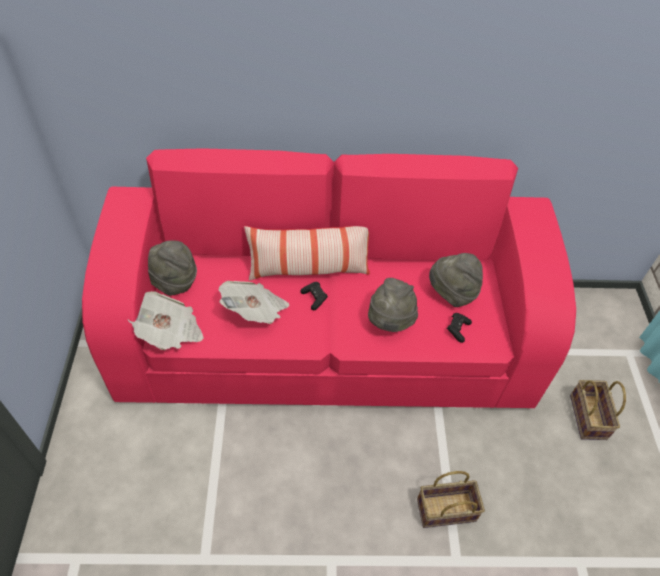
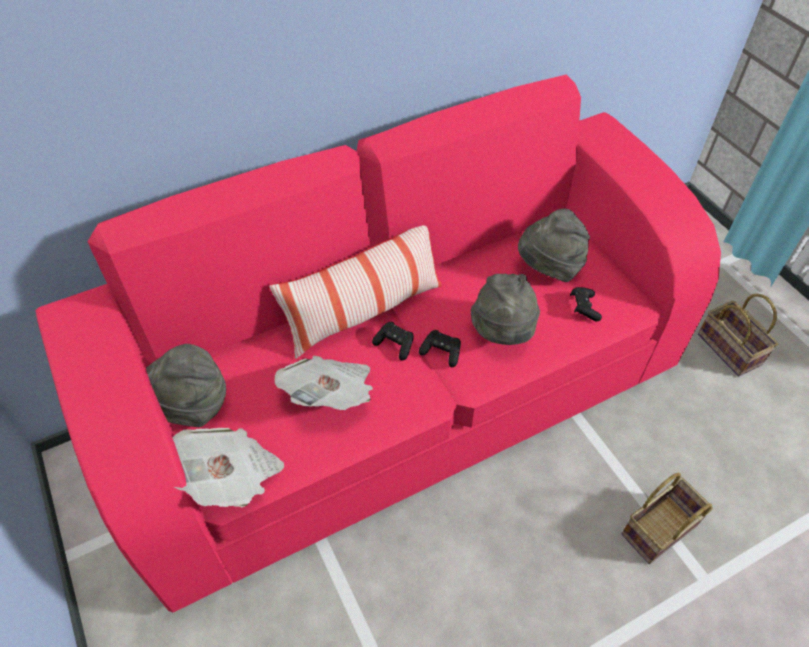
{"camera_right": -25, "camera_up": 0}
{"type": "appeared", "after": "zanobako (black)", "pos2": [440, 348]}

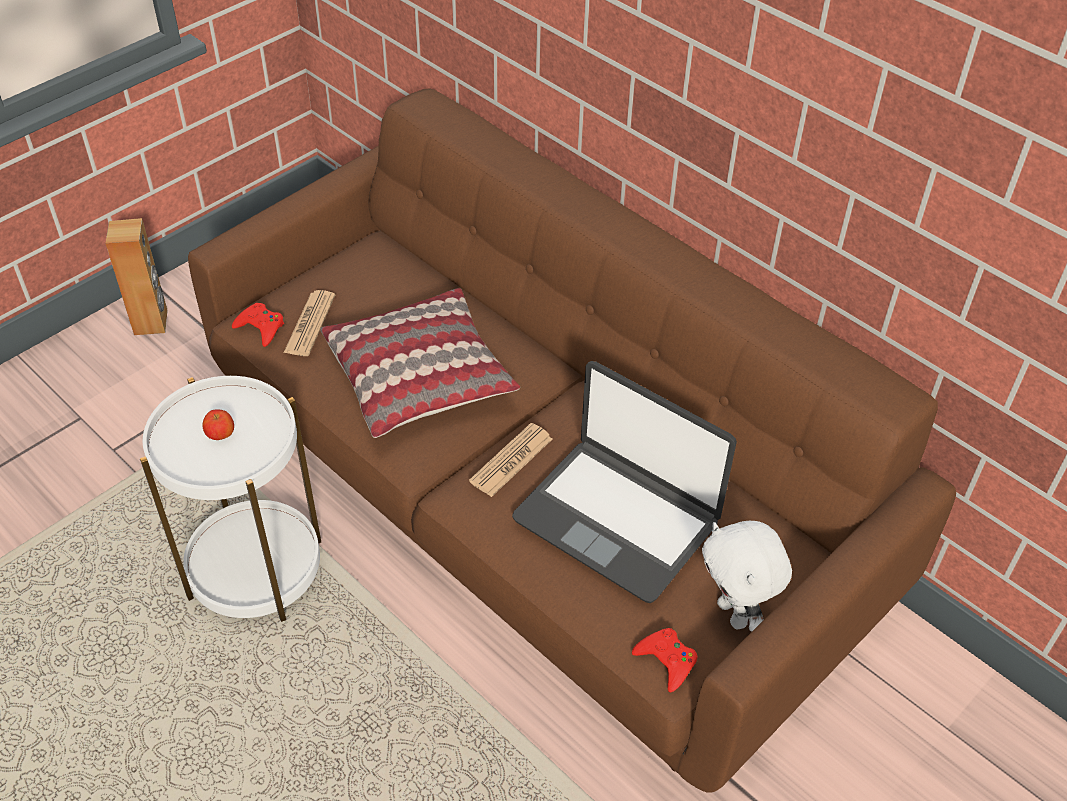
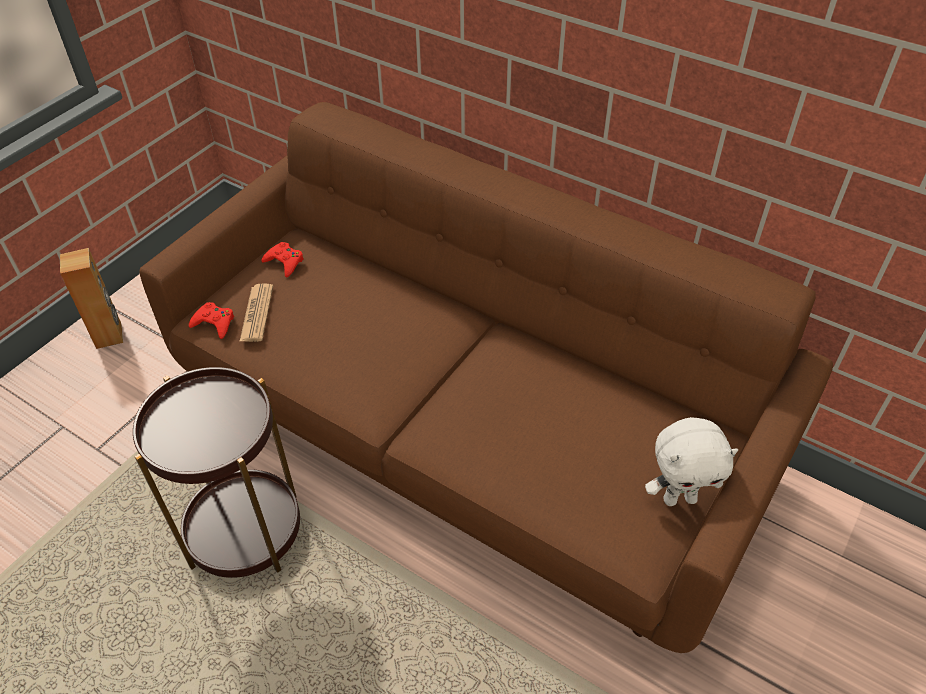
{"camera_right": -10, "camera_up": 0}
{"type": "missing", "before": "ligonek", "pos1": [420, 363]}
{"type": "missing", "before": "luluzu", "pos1": [624, 482]}
{"type": "colour", "before": "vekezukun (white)", "after": "vekezukun (brown)", "pos1": [230, 499], "pos2": [216, 472]}
{"type": "missing", "before": "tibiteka", "pos1": [218, 424]}
{"type": "missing", "before": "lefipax", "pos1": [510, 460]}
{"type": "spun", "before": "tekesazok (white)", "pos1": [747, 576], "pos2": [691, 461], "turn": -60}
{"type": "relocated", "before": "zanobako (red)", "pos1": [665, 660], "pos2": [282, 259]}

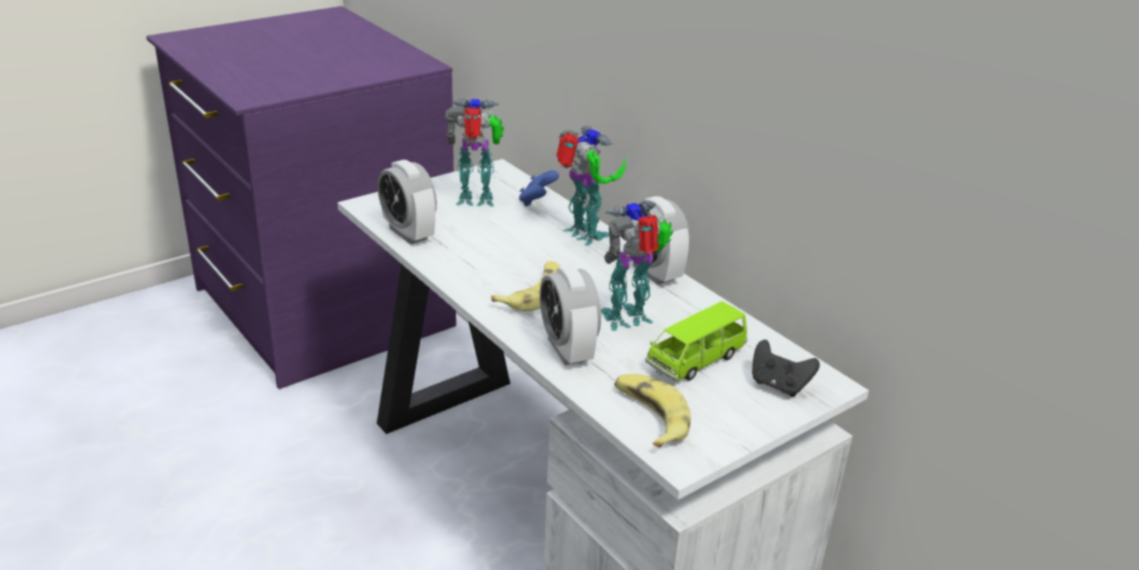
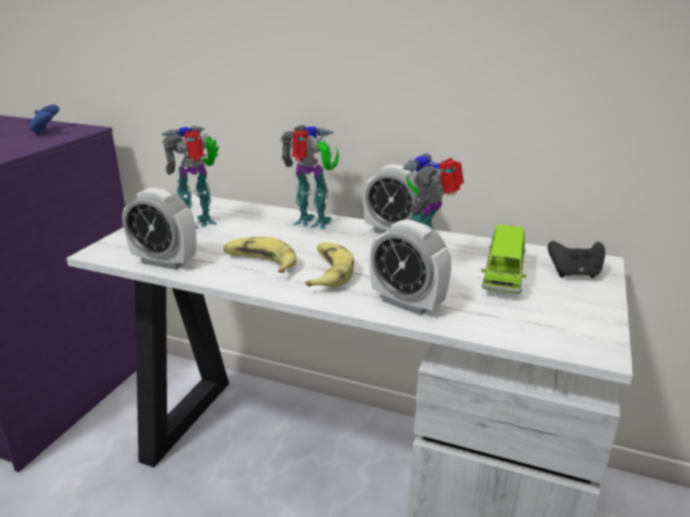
{"camera_right": -30, "camera_up": -5}
{"type": "relocated", "before": "zanobako (blue)", "pos1": [539, 188], "pos2": [43, 120]}
{"type": "relocated", "before": "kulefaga", "pos1": [652, 411], "pos2": [260, 255]}

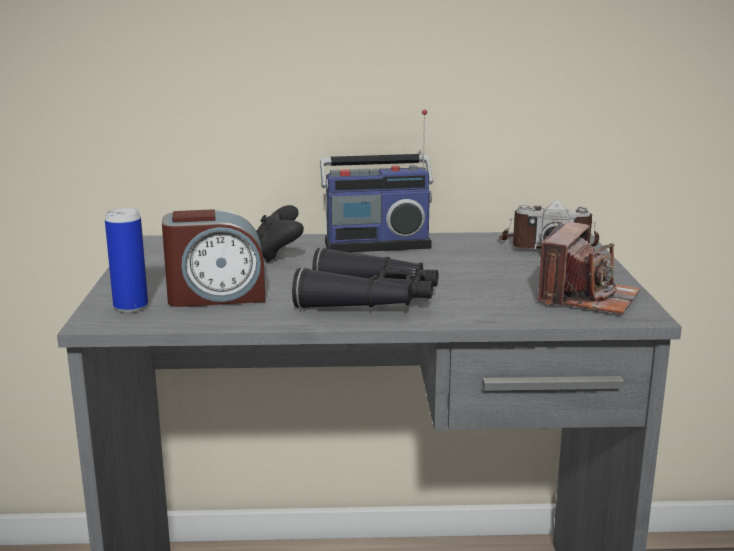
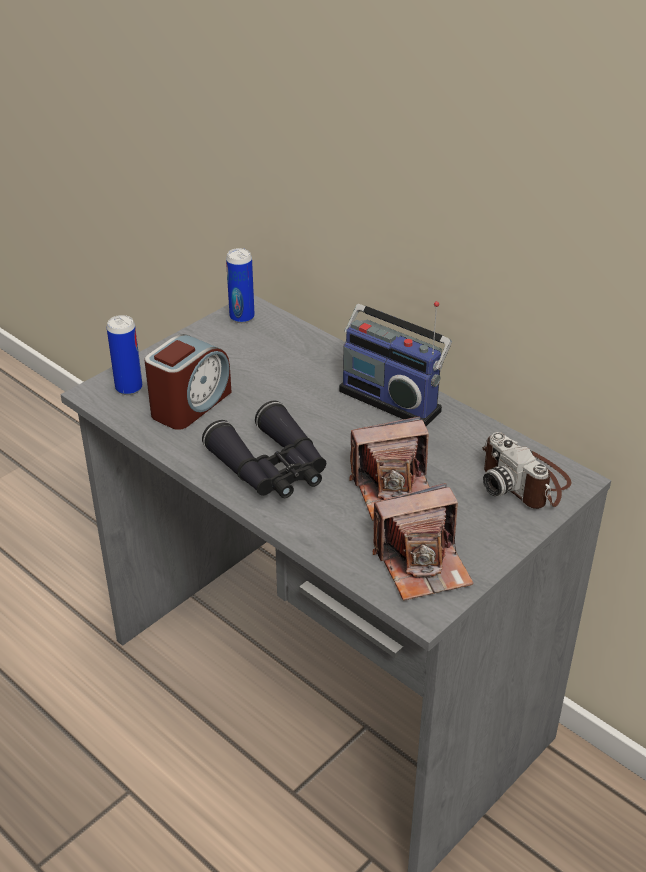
{"camera_right": 45, "camera_up": 20}
{"type": "missing", "before": "zanobako (black)", "pos1": [280, 234]}
{"type": "spun", "before": "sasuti", "pos1": [214, 258], "pos2": [188, 382], "turn": -90}
{"type": "appeared", "after": "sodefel", "pos2": [240, 285]}
{"type": "appeared", "after": "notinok", "pos2": [389, 469]}

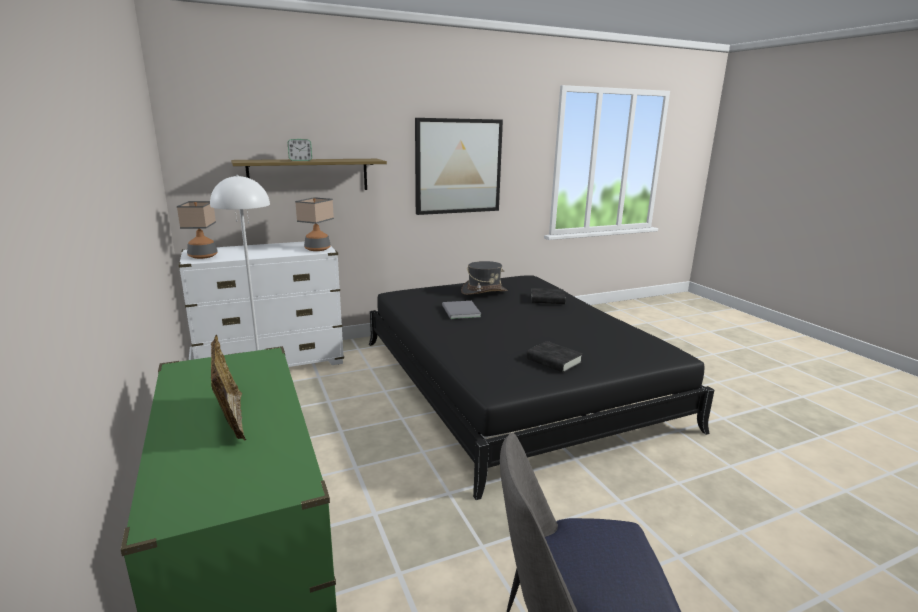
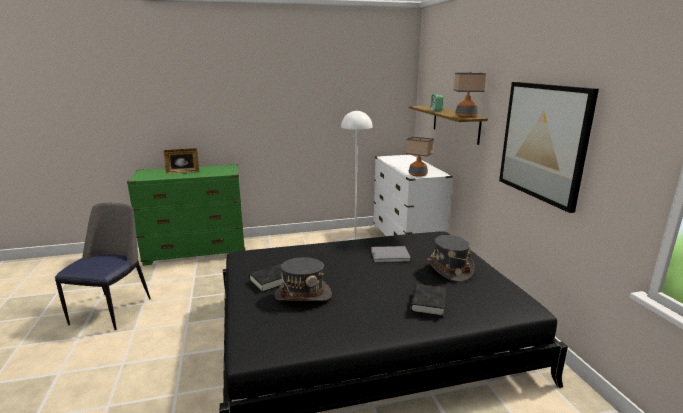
{"camera_right": 100, "camera_up": 0}
{"type": "relocated", "before": "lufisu", "pos1": [197, 230], "pos2": [470, 95]}
{"type": "appeared", "after": "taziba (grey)", "pos2": [303, 279]}

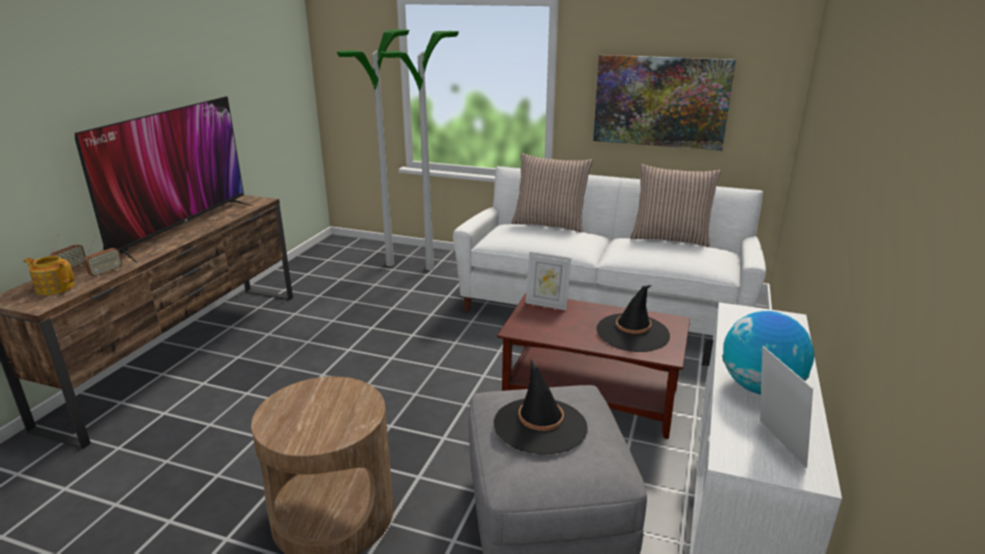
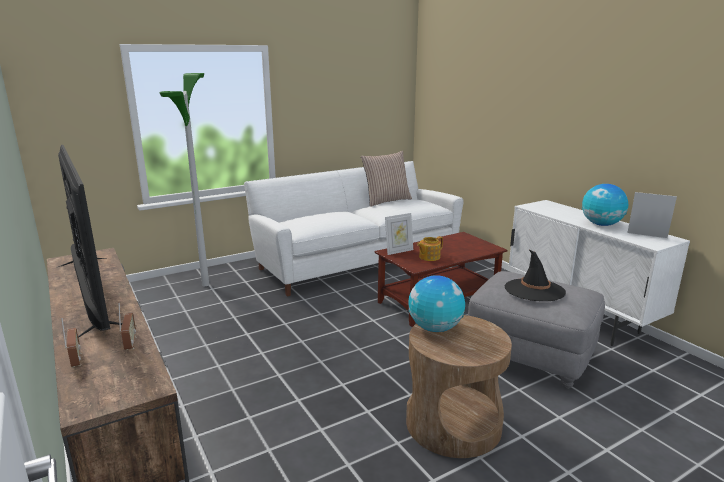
{"camera_right": -50, "camera_up": -5}
{"type": "missing", "before": "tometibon", "pos1": [373, 148]}
{"type": "missing", "before": "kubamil", "pos1": [664, 103]}
{"type": "missing", "before": "ligonek", "pos1": [552, 193]}
{"type": "relocated", "before": "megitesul", "pos1": [49, 275], "pos2": [430, 248]}
{"type": "missing", "before": "taziba (black)", "pos1": [633, 318]}
{"type": "appeared", "after": "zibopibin", "pos2": [437, 303]}

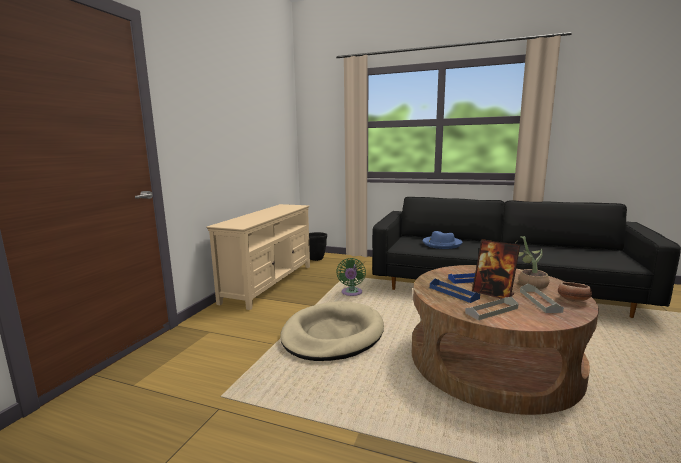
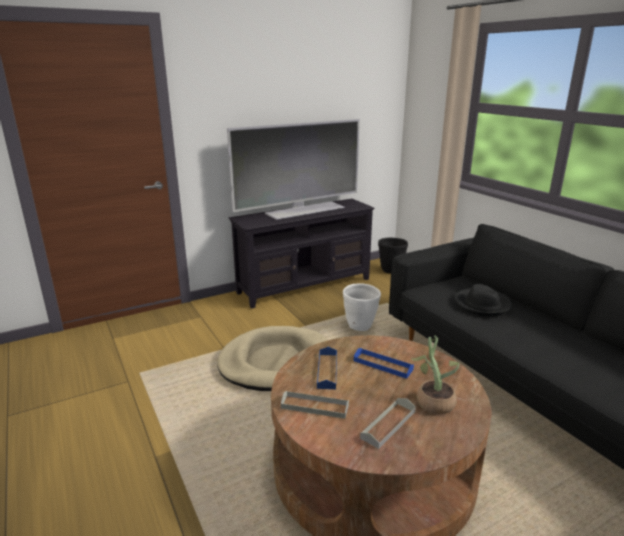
{"camera_right": 40, "camera_up": 10}
{"type": "colour", "before": "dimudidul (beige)", "after": "dimudidul (black)", "pos1": [258, 257], "pos2": [302, 254]}
{"type": "colour", "before": "taziba (blue)", "after": "taziba (black)", "pos1": [443, 240], "pos2": [483, 300]}
{"type": "missing", "before": "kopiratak", "pos1": [496, 269]}
{"type": "exchanged", "before": "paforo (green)", "after": "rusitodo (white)", "pos1": [351, 277], "pos2": [362, 307]}
{"type": "missing", "before": "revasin", "pos1": [575, 292]}
{"type": "appeared", "after": "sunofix", "pos2": [293, 169]}

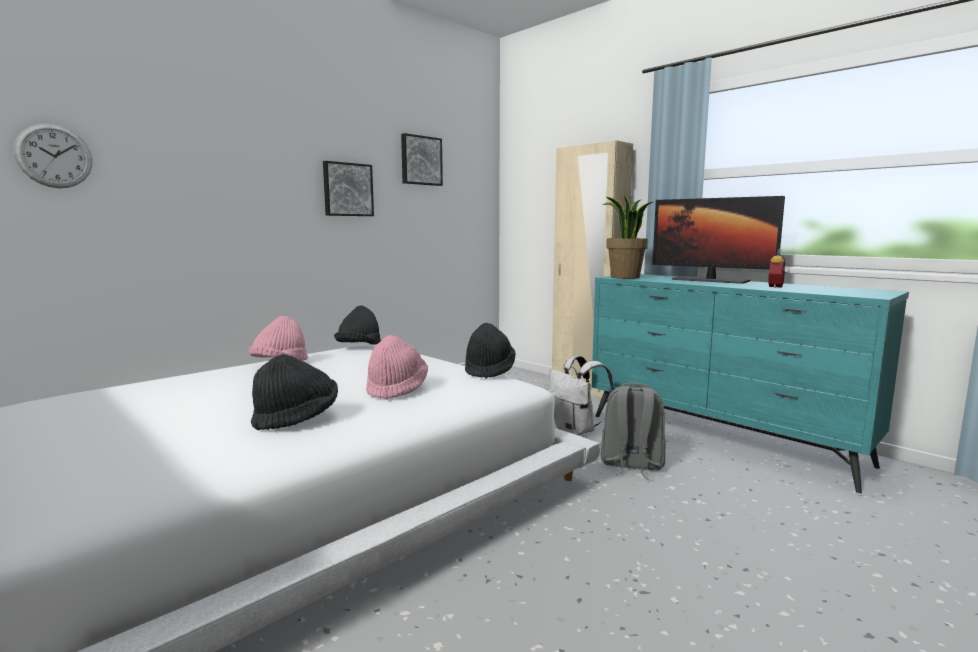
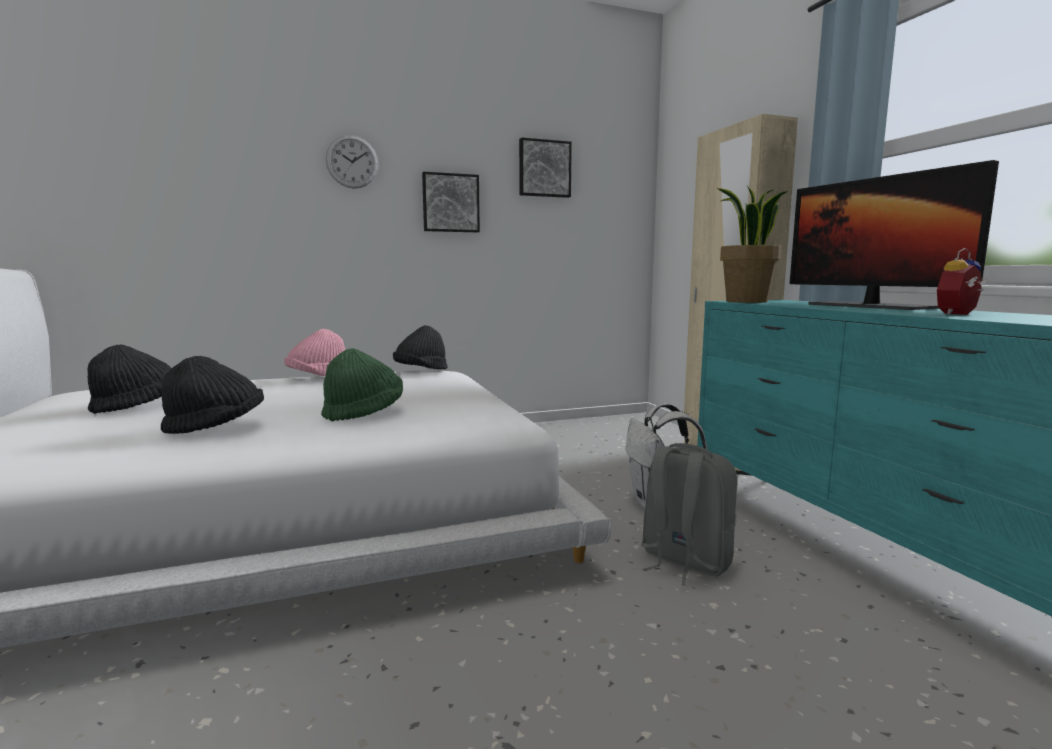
{"camera_right": 25, "camera_up": 0}
{"type": "relocated", "before": "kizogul", "pos1": [53, 156], "pos2": [352, 162]}
{"type": "relocated", "before": "taziba (black)", "pos1": [490, 351], "pos2": [129, 379]}
{"type": "colour", "before": "taziba (pink)", "after": "taziba (green)", "pos1": [397, 367], "pos2": [362, 384]}

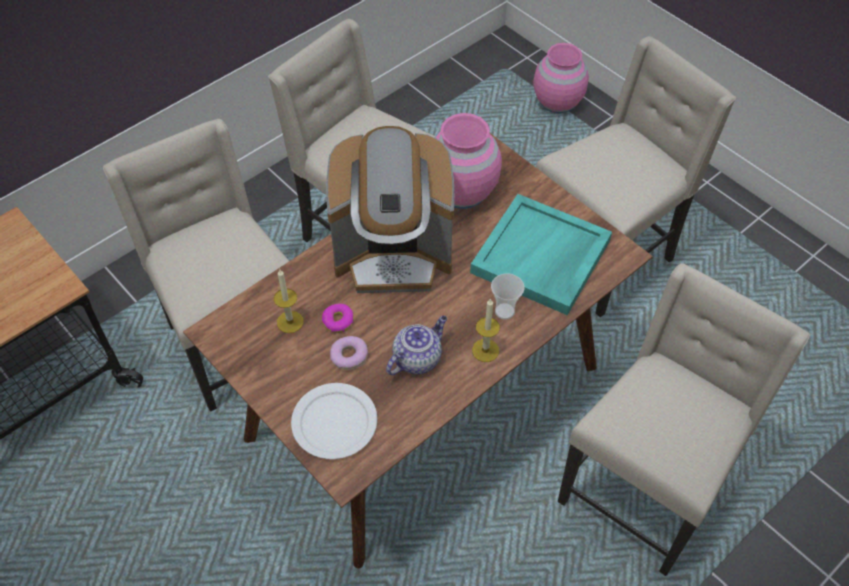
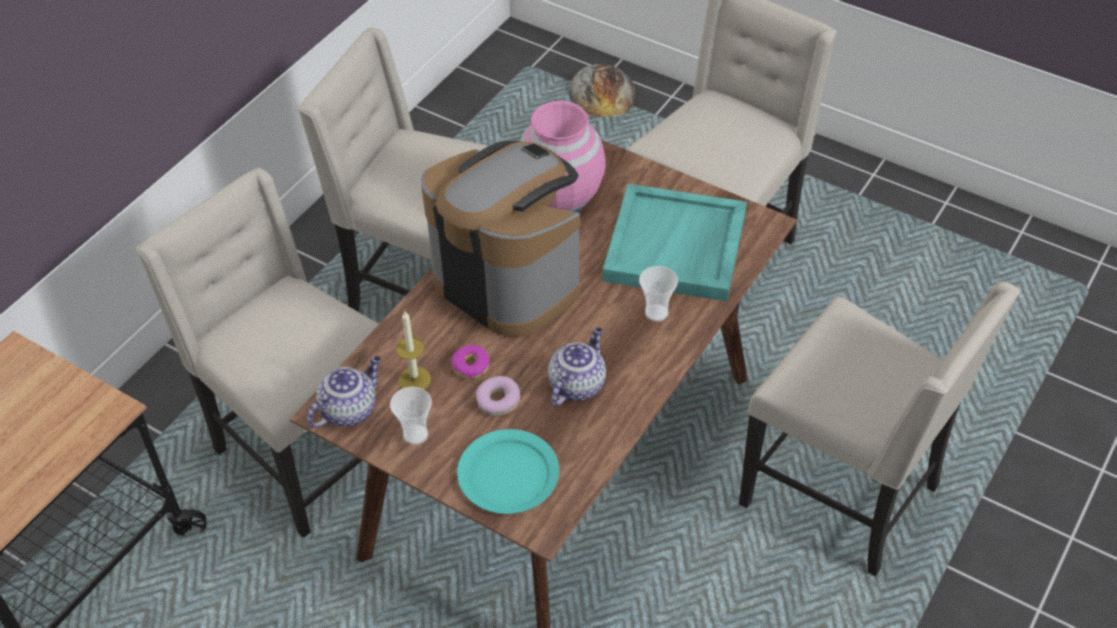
{"camera_right": -15, "camera_up": -5}
{"type": "exchanged", "before": "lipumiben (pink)", "after": "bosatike", "pos1": [561, 78], "pos2": [602, 90]}
{"type": "spun", "before": "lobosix", "pos1": [390, 209], "pos2": [501, 239], "turn": -120}
{"type": "spun", "before": "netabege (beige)", "pos1": [684, 419], "pos2": [879, 428], "turn": 105}
{"type": "missing", "before": "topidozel", "pos1": [486, 330]}
{"type": "colour", "before": "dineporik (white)", "after": "dineporik (turquoise)", "pos1": [334, 421], "pos2": [508, 471]}
{"type": "appeared", "after": "megitesul", "pos2": [344, 392]}
{"type": "appeared", "after": "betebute", "pos2": [411, 416]}

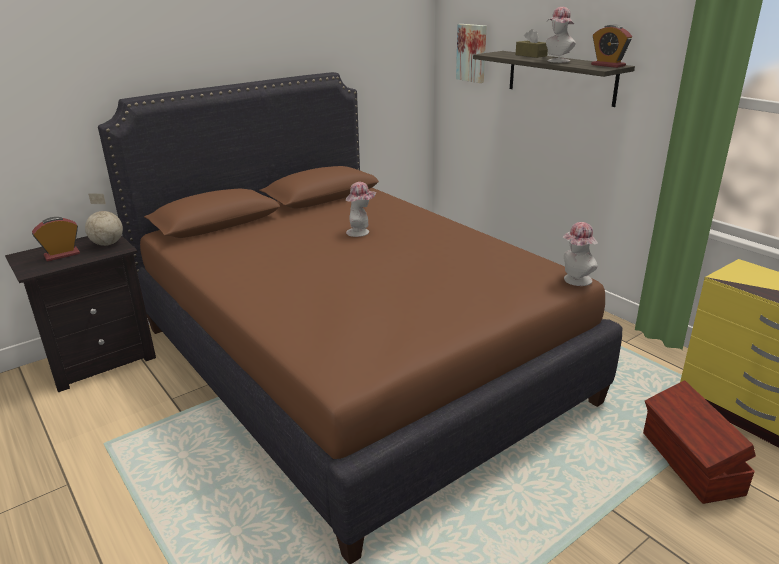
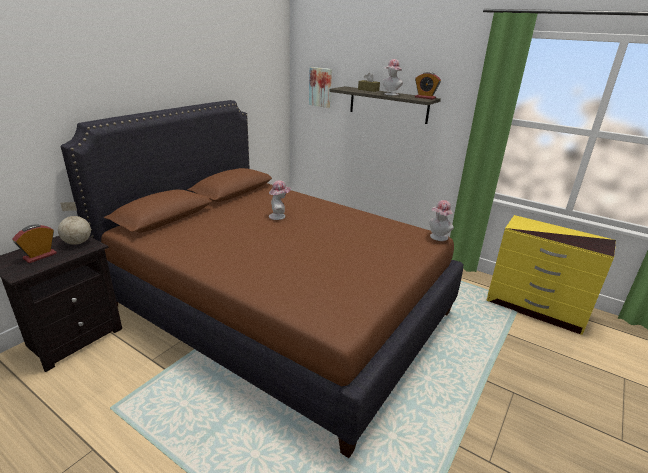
{"camera_right": -20, "camera_up": 0}
{"type": "missing", "before": "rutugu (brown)", "pos1": [699, 442]}

